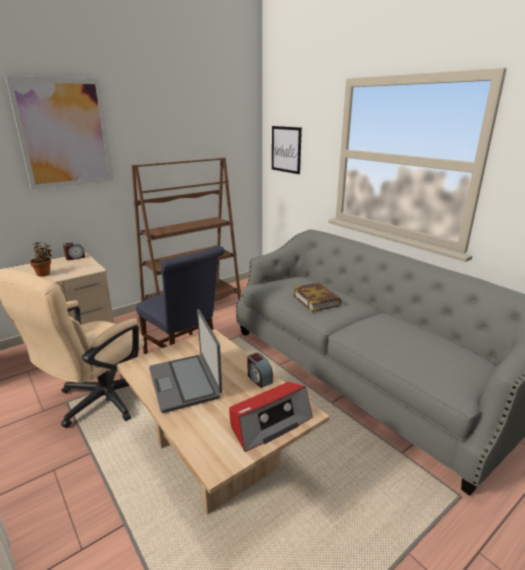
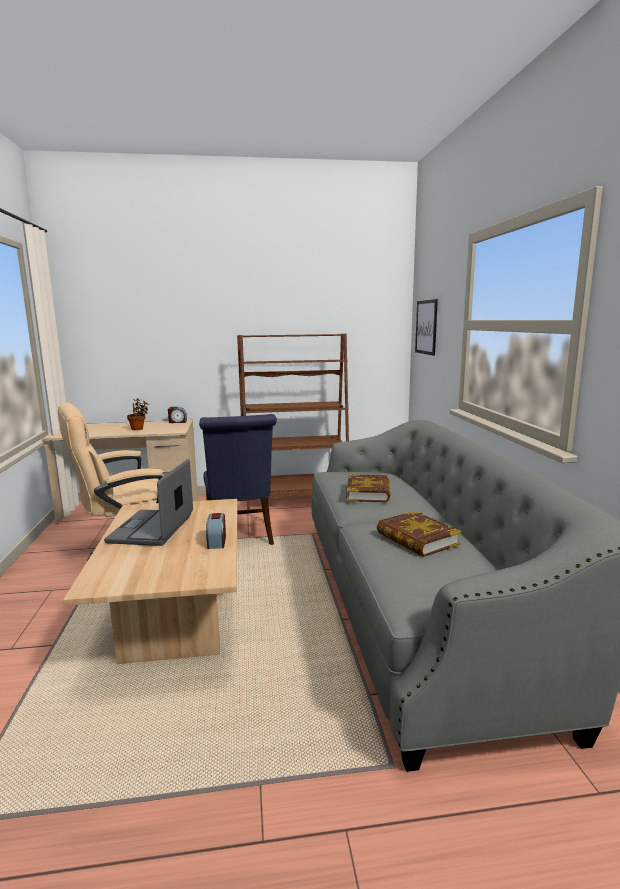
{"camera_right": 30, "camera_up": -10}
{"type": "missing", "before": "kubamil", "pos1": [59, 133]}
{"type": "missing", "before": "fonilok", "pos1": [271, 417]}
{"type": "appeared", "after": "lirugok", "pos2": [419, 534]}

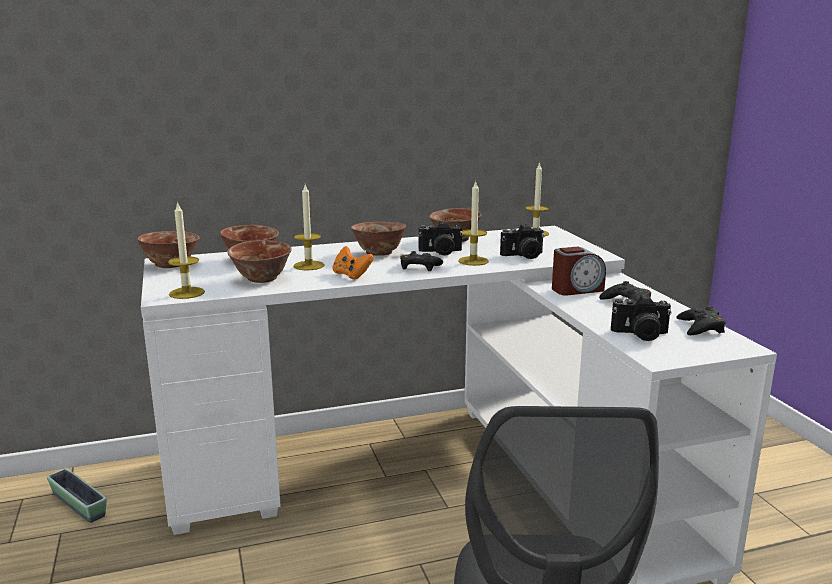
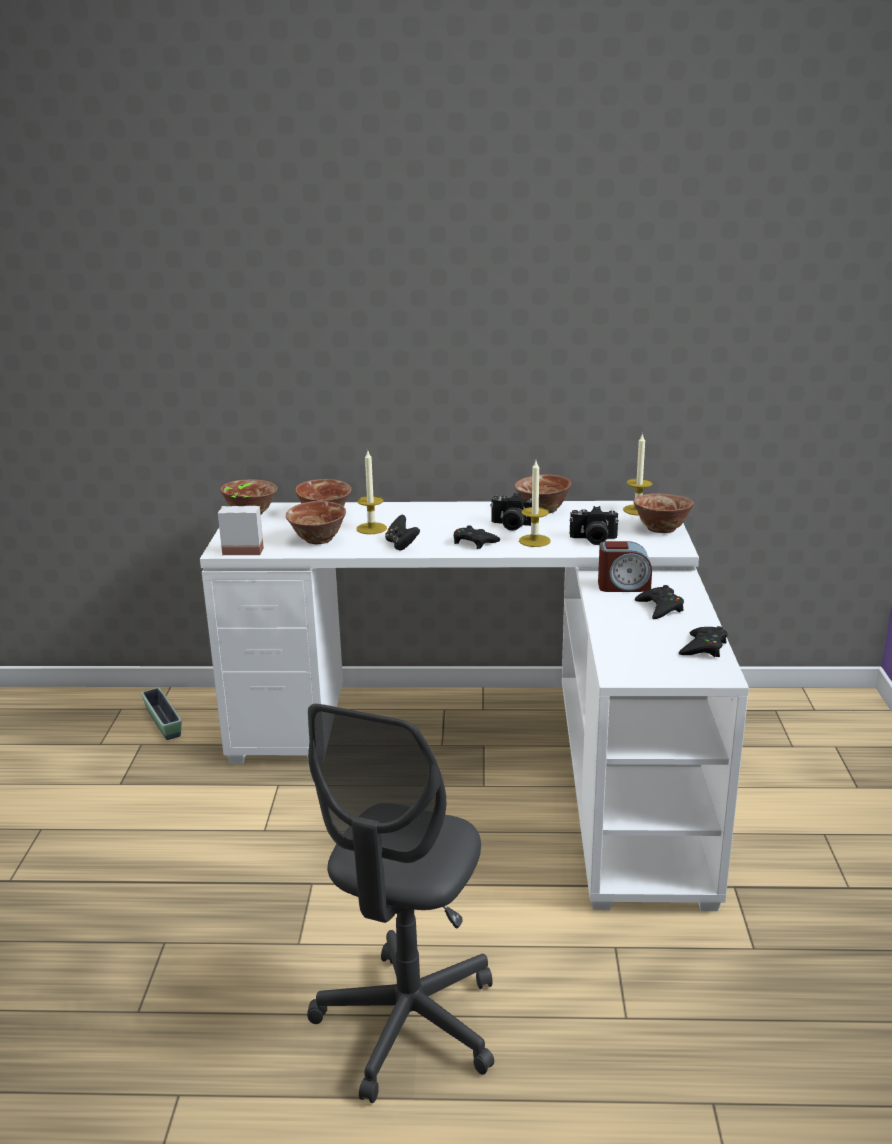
{"camera_right": 20, "camera_up": 5}
{"type": "exchanged", "before": "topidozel", "after": "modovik", "pos1": [186, 250], "pos2": [241, 519]}
{"type": "relocated", "before": "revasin", "pos1": [379, 239], "pos2": [663, 513]}
{"type": "colour", "before": "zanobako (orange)", "after": "zanobako (black)", "pos1": [353, 262], "pos2": [402, 532]}
{"type": "missing", "before": "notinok", "pos1": [641, 318]}

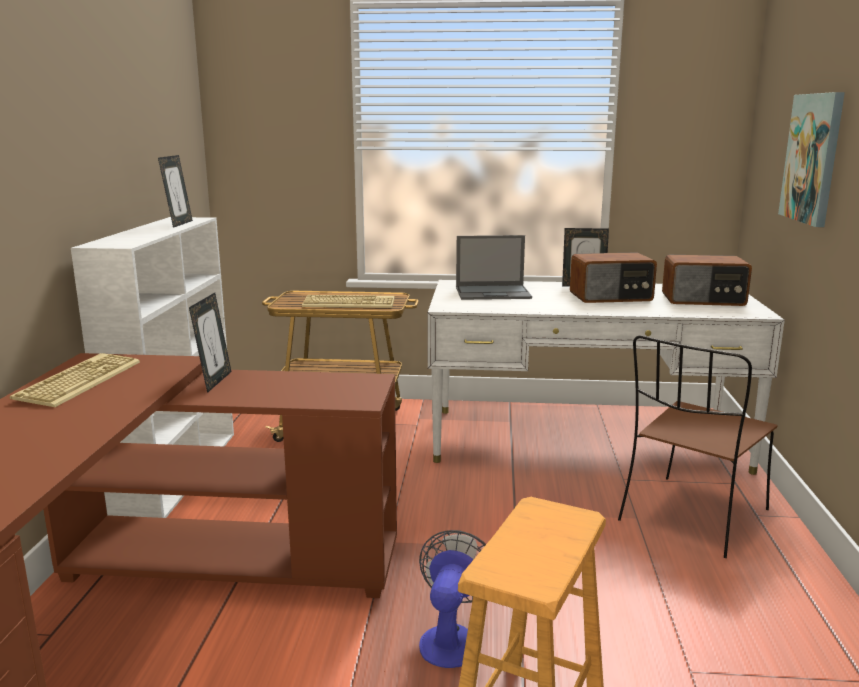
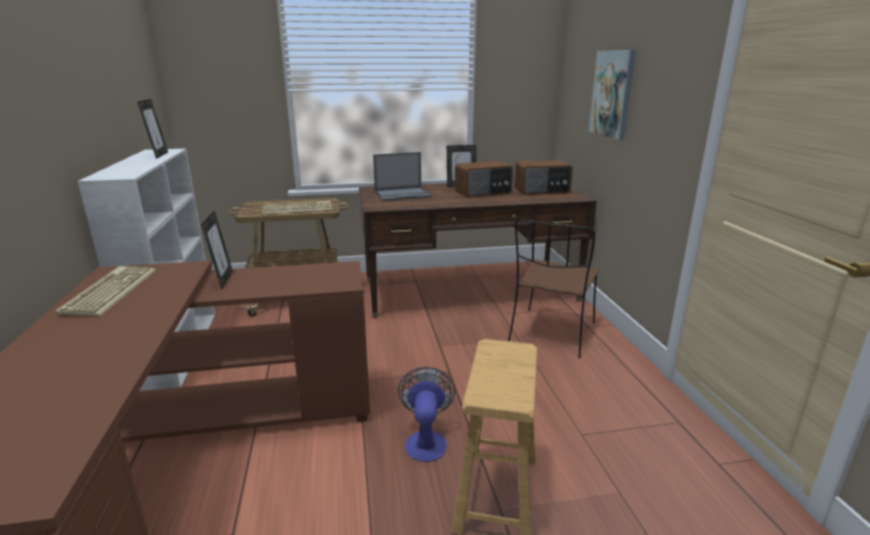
{"camera_right": -15, "camera_up": 5}
{"type": "colour", "before": "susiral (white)", "after": "susiral (brown)", "pos1": [606, 377], "pos2": [478, 249]}

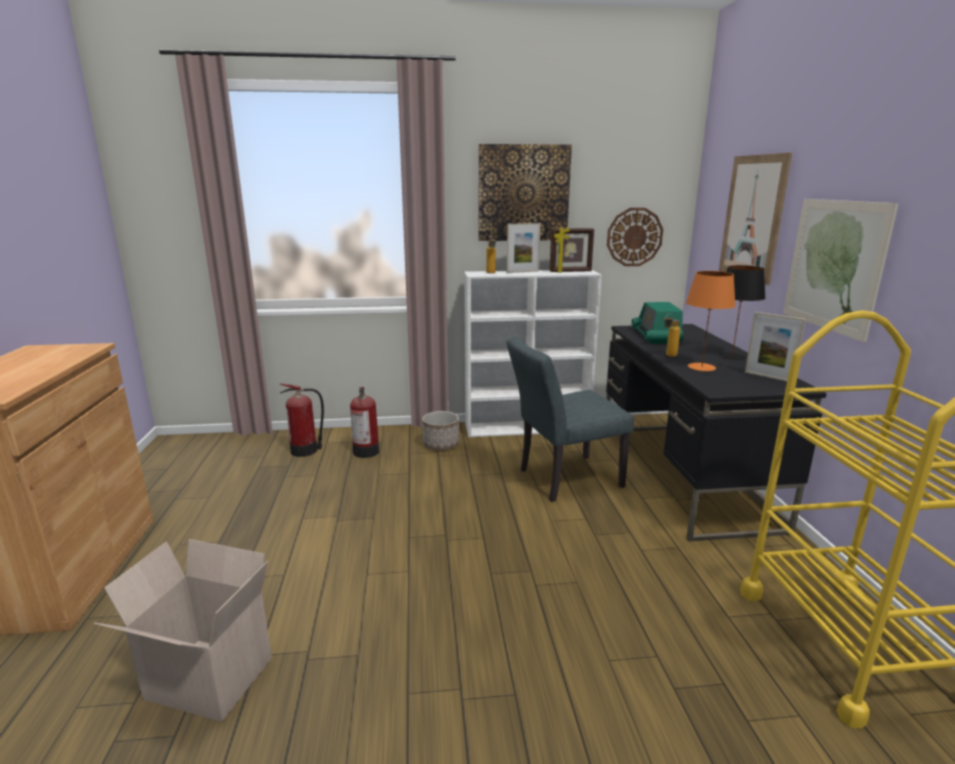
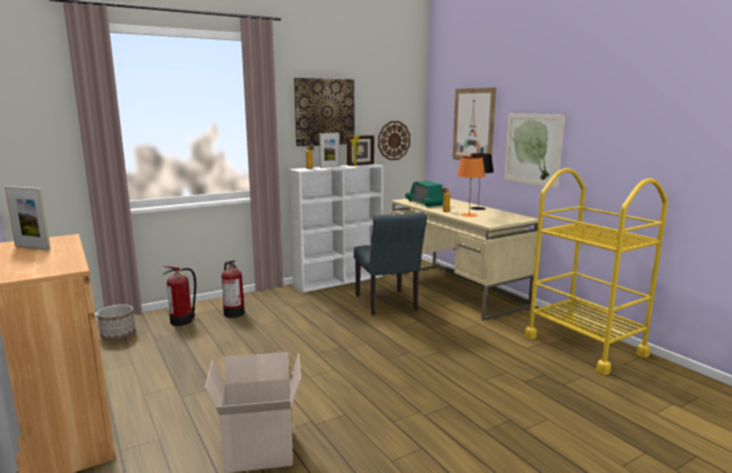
{"camera_right": -25, "camera_up": -5}
{"type": "relocated", "before": "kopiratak", "pos1": [775, 347], "pos2": [28, 218]}
{"type": "colour", "before": "susiral (black)", "after": "susiral (beige)", "pos1": [716, 433], "pos2": [464, 259]}
{"type": "spun", "before": "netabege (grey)", "pos1": [570, 419], "pos2": [390, 263], "turn": -60}
{"type": "relocated", "before": "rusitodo", "pos1": [440, 430], "pos2": [116, 322]}

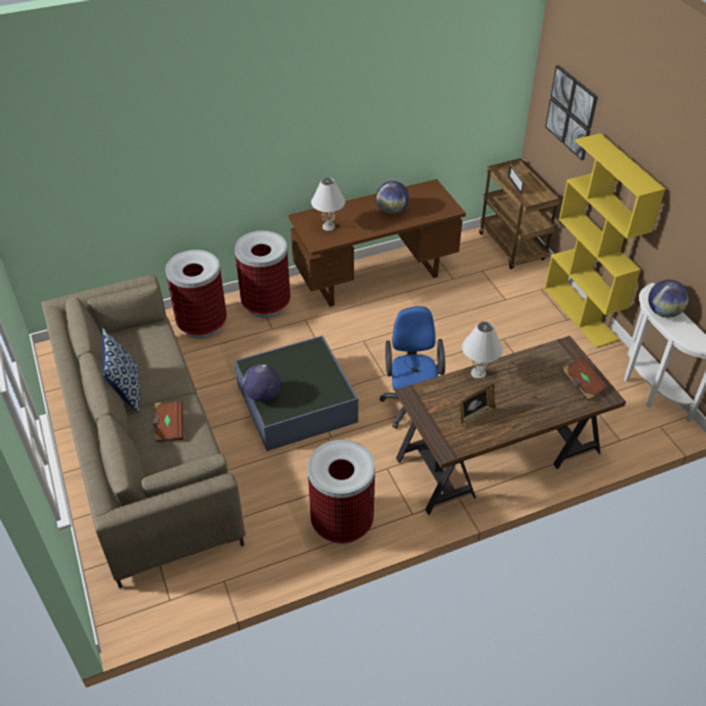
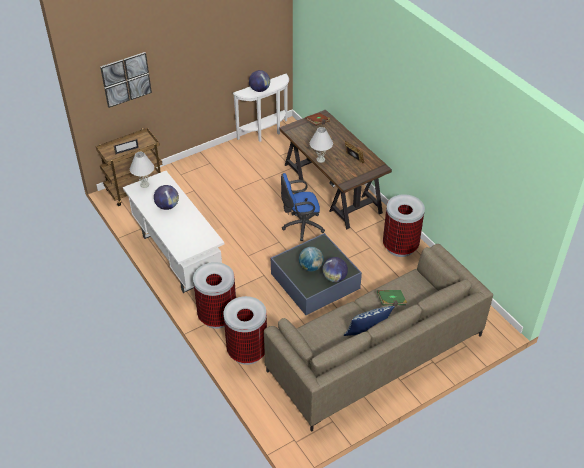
{"camera_right": -100, "camera_up": 0}
{"type": "missing", "before": "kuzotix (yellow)", "pos1": [604, 240]}
{"type": "relocated", "before": "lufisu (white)", "pos1": [328, 204], "pos2": [142, 170]}
{"type": "colour", "before": "susiral (brown)", "after": "susiral (white)", "pos1": [377, 243], "pos2": [173, 232]}
{"type": "colour", "before": "lirugok (brown)", "after": "lirugok (green)", "pos1": [168, 421], "pos2": [392, 298]}
{"type": "appeared", "after": "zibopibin", "pos2": [311, 259]}

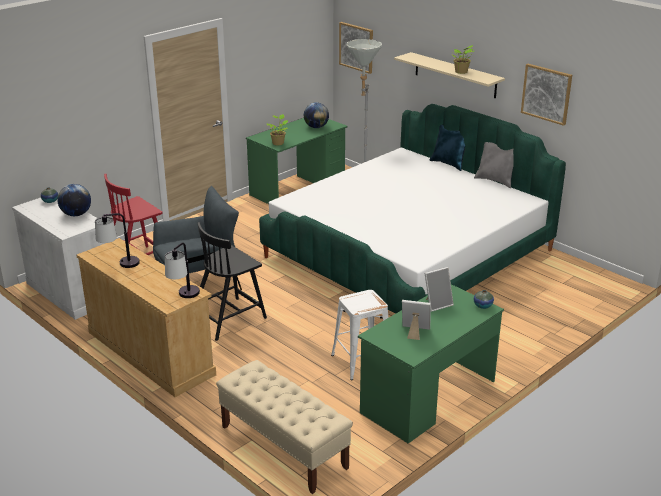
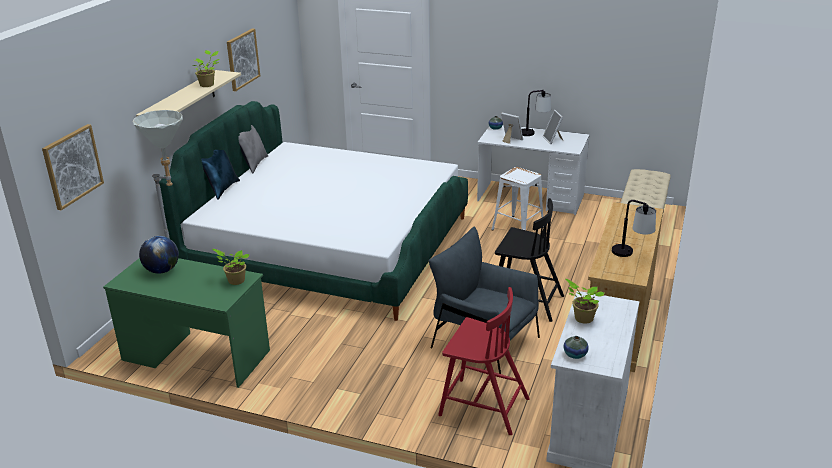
{"camera_right": -115, "camera_up": 0}
{"type": "exchanged", "before": "zibopibin", "after": "modovik", "pos1": [74, 200], "pos2": [584, 301]}
{"type": "relocated", "before": "lufisu", "pos1": [182, 270], "pos2": [536, 113]}
{"type": "colour", "before": "susiral (green)", "after": "susiral (white)", "pos1": [431, 364], "pos2": [533, 170]}

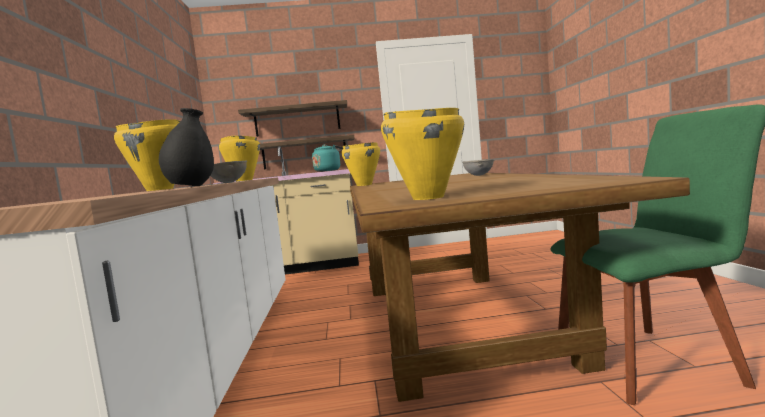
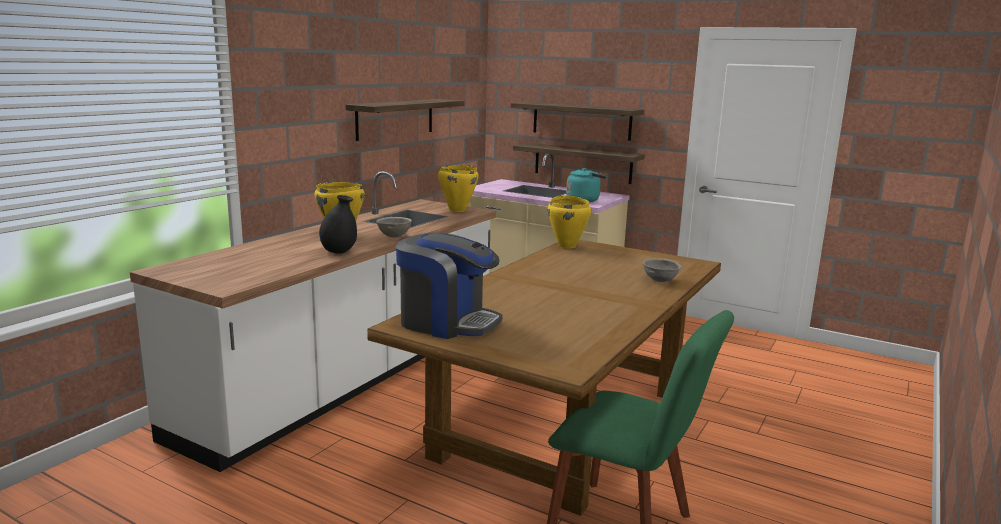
{"camera_right": 35, "camera_up": 10}
{"type": "exchanged", "before": "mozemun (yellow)", "after": "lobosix", "pos1": [422, 154], "pos2": [449, 286]}
{"type": "appeared", "after": "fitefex", "pos2": [404, 120]}

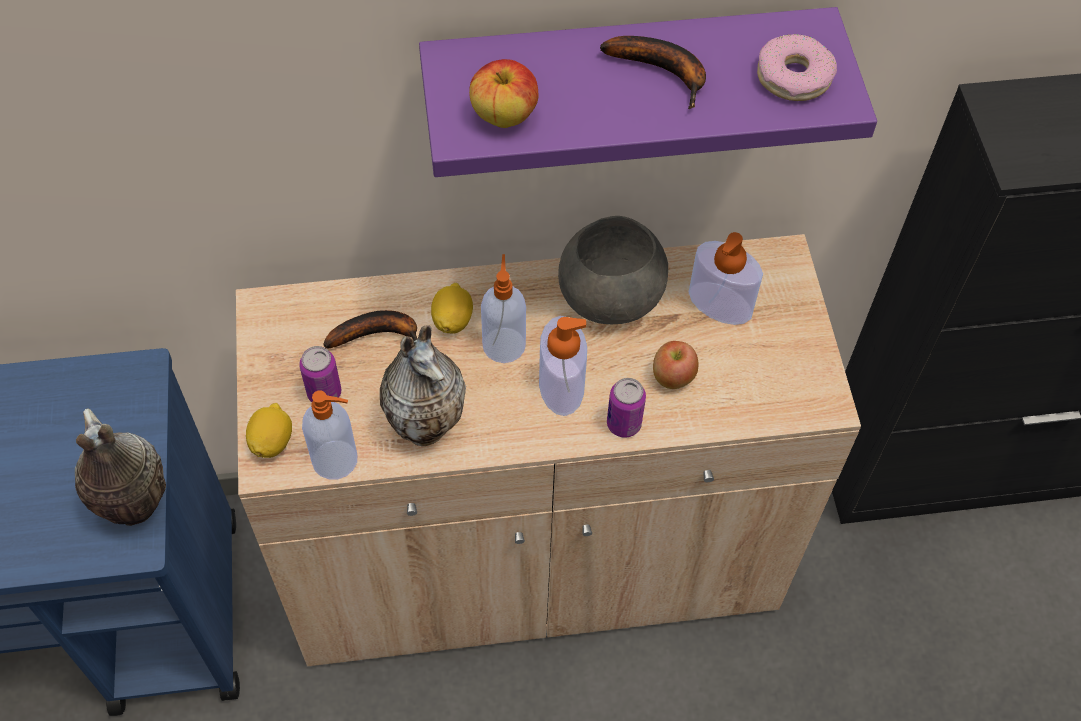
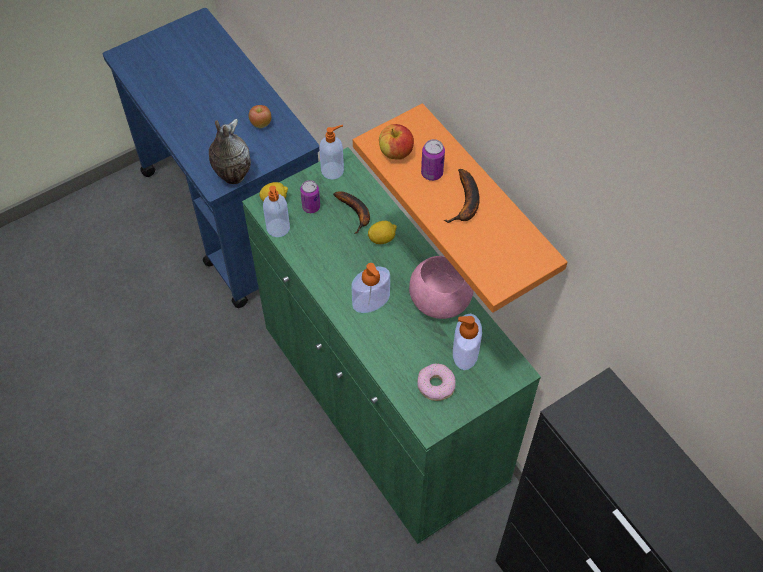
{"camera_right": 65, "camera_up": 0}
{"type": "colour", "before": "fitefex (purple)", "after": "fitefex (orange)", "pos1": [648, 92], "pos2": [460, 208]}
{"type": "relocated", "before": "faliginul", "pos1": [797, 67], "pos2": [436, 382]}
{"type": "colour", "before": "revasin (grey)", "after": "revasin (pink)", "pos1": [613, 270], "pos2": [441, 287]}
{"type": "colour", "before": "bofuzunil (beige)", "after": "bofuzunil (green)", "pos1": [548, 450], "pos2": [391, 345]}
{"type": "relocated", "before": "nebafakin", "pos1": [503, 308], "pos2": [331, 152]}
{"type": "missing", "before": "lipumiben", "pos1": [423, 385]}
{"type": "relocated", "before": "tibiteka", "pos1": [675, 365], "pos2": [260, 116]}
{"type": "relocated", "before": "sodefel", "pos1": [626, 408], "pos2": [433, 160]}

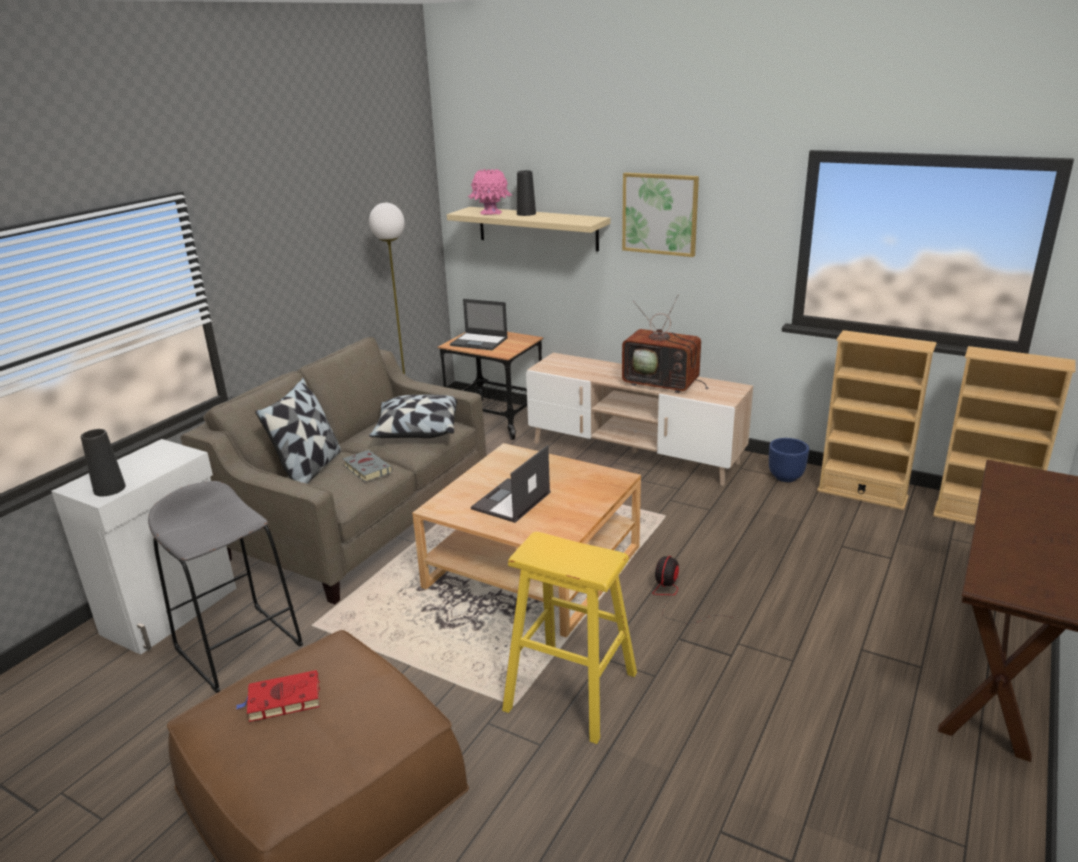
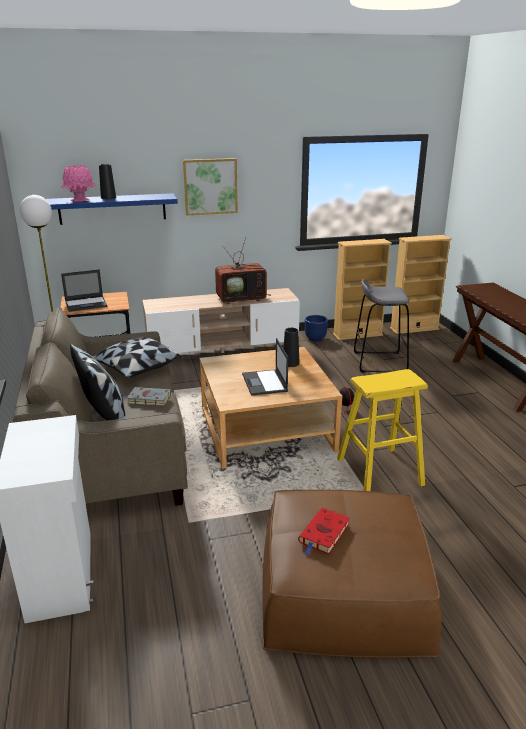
{"camera_right": -45, "camera_up": 0}
{"type": "colour", "before": "fitefex (beige)", "after": "fitefex (blue)", "pos1": [529, 229], "pos2": [112, 209]}
{"type": "relocated", "before": "lipumiben (black)", "pos1": [103, 462], "pos2": [291, 347]}
{"type": "relocated", "before": "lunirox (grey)", "pos1": [225, 587], "pos2": [381, 326]}

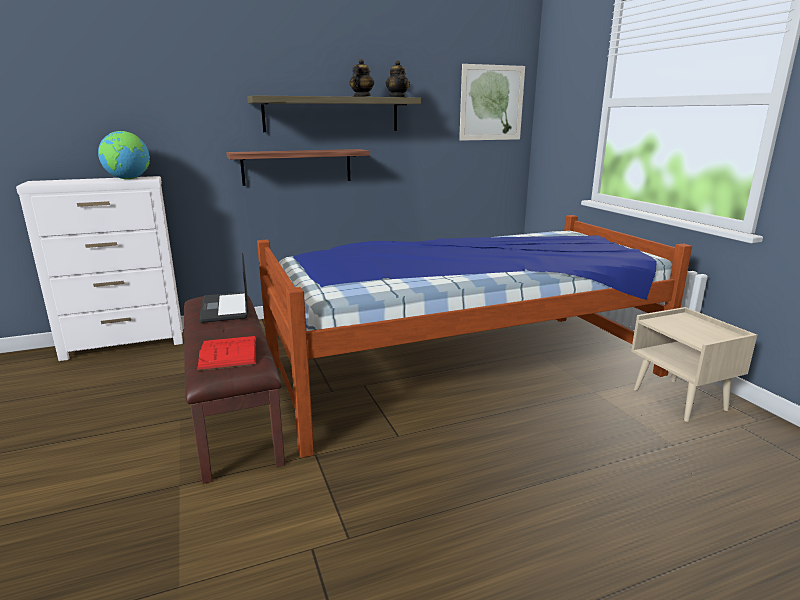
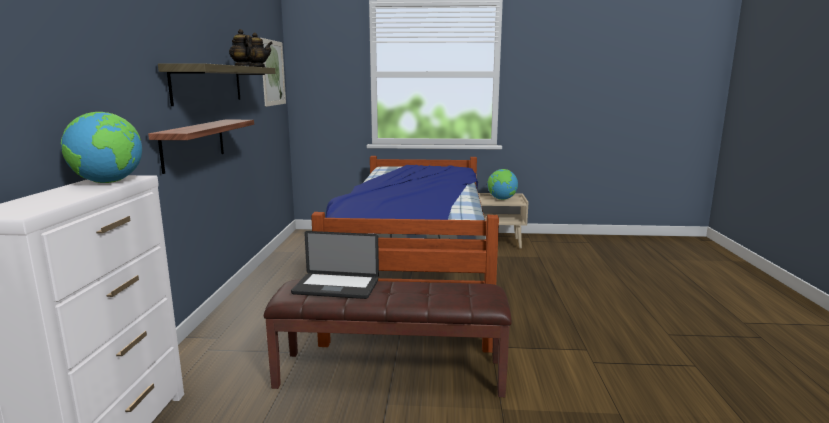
{"camera_right": -65, "camera_up": -5}
{"type": "missing", "before": "lirugok (red)", "pos1": [226, 353]}
{"type": "appeared", "after": "zibopibin", "pos2": [502, 184]}

